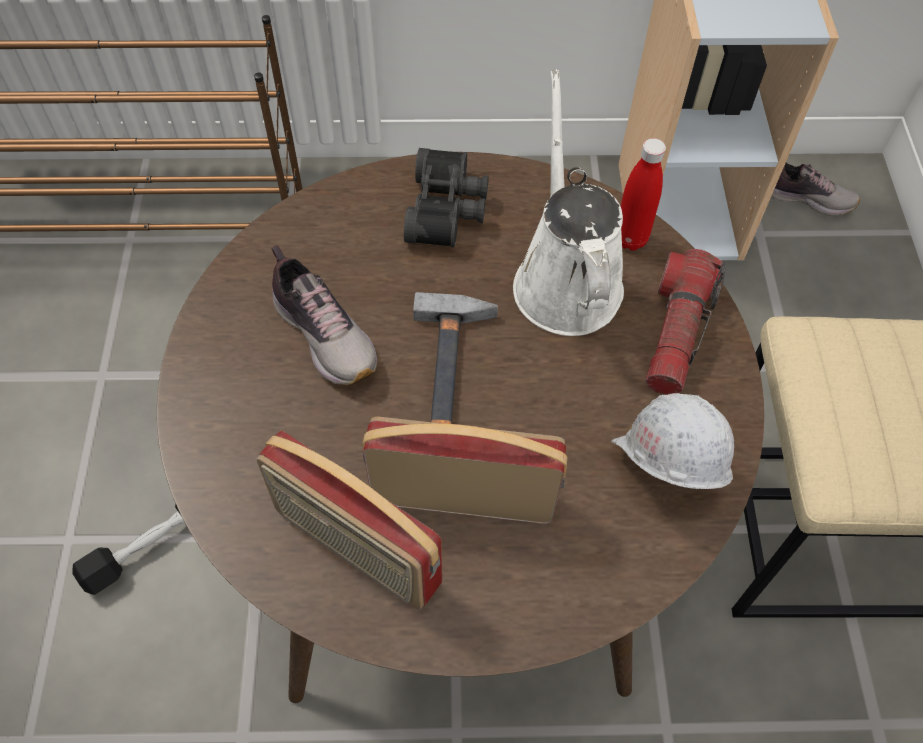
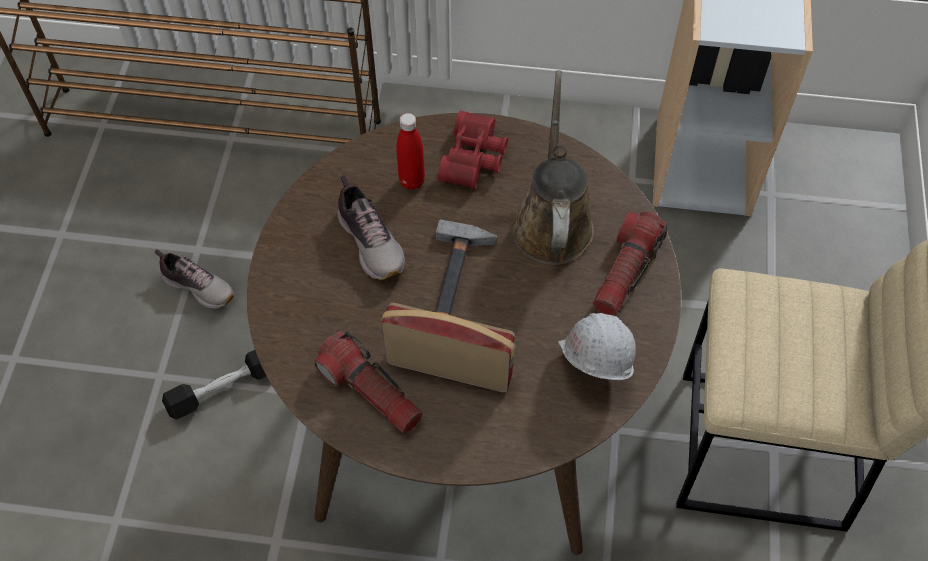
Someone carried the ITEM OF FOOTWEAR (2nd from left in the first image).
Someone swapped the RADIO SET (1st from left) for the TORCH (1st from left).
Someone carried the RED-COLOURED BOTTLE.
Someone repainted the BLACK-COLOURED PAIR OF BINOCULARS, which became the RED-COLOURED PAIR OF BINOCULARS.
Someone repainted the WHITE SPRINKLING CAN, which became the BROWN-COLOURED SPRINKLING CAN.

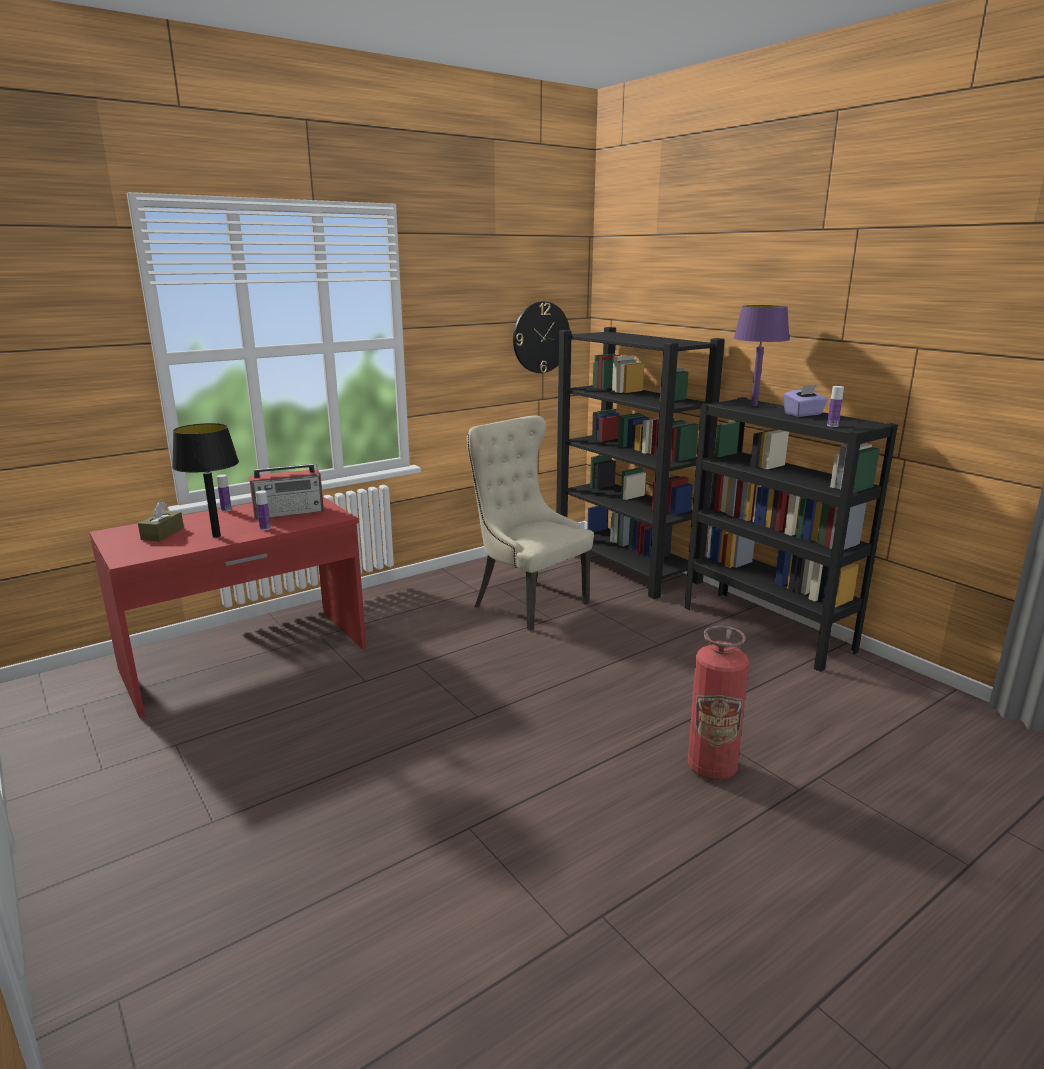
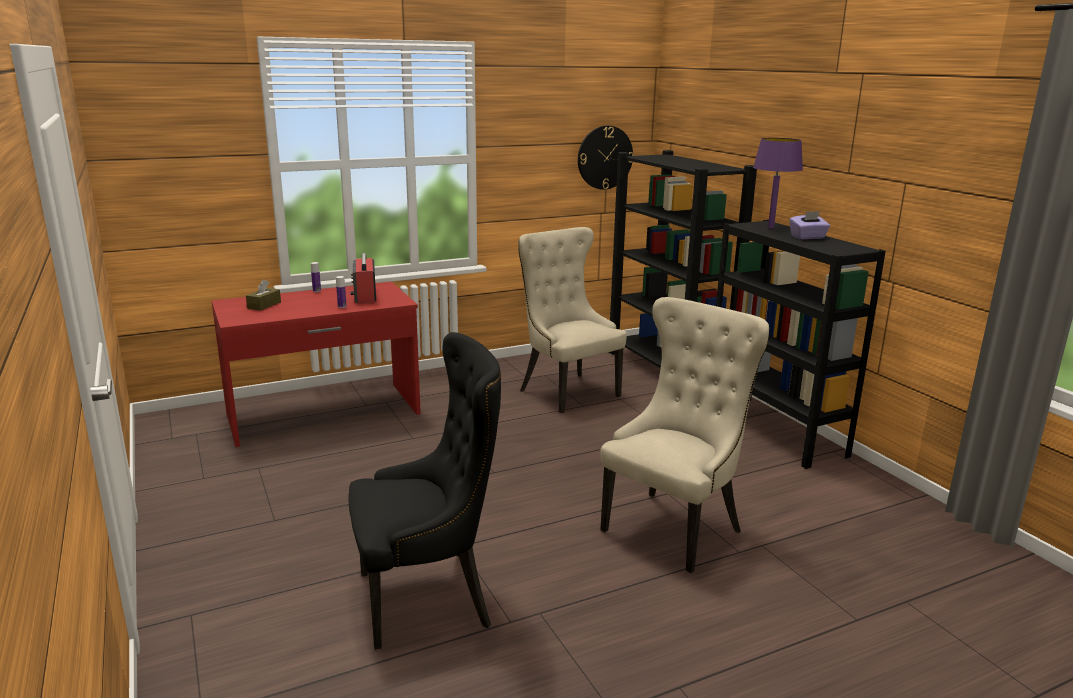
Someone put down the BLACK-COLOURED UPRIGHT CHAIR.
Someone rotated the RADIO SET by 90 degrees clockwise.
Someone swapped the FIRE-FIGHTING CYLINDER for the BEIGE-COLOURED UPRIGHT CHAIR (2nd from left).
Someone took away the BLACK-COLOURED TABLETOP LAMP.
Someone took away the BOTTLE (3rd from left).

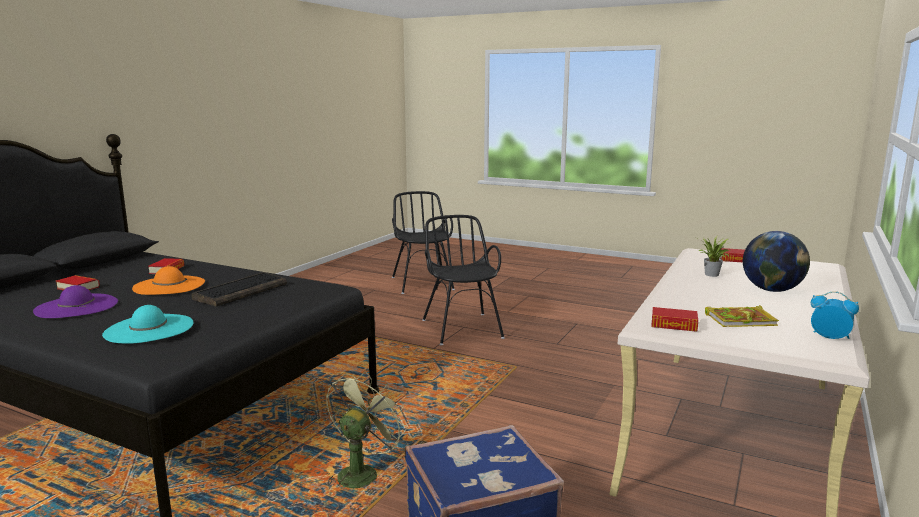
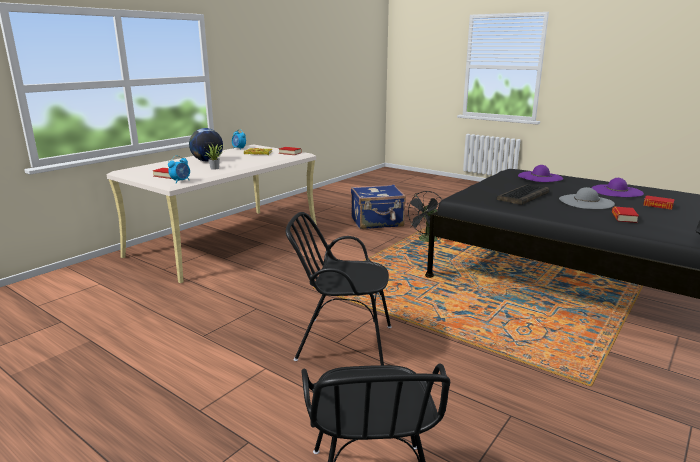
Someone put down the BEDSIDE CLOCK (1st from left).
Someone rotated the BLACK-COLOURED UPRIGHT CHAIR (2nd from left in the first image) by 105 degrees clockwise.
Someone repainted the GREEN-COLOURED COOLING FAN, which became the BLACK-COLOURED COOLING FAN.
Someone repainted the BLUE-GREEN WEARABLE HAT, which became the PURPLISH WEARABLE HAT (1st from left).
Someone repainted the ORANGE-COLOURED WEARABLE HAT, which became the GREYISH WEARABLE HAT.

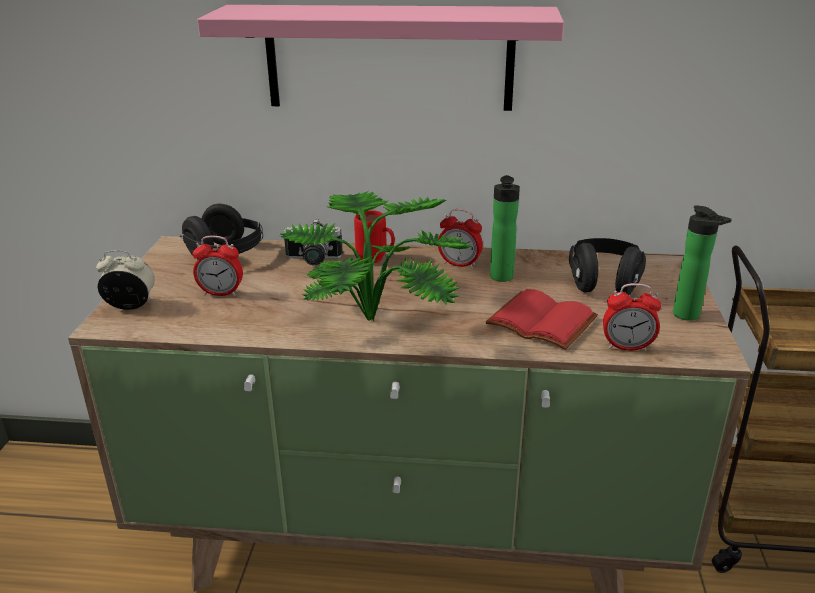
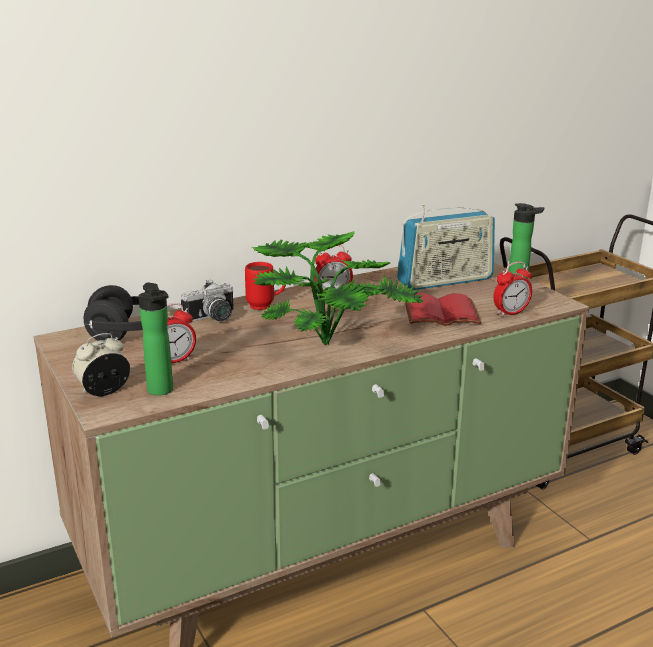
Someone carried the BOTTLE (1st from left).
Someone swapped the BLACK-COLOURED PAIR OF HEADPHONES (2nd from left) for the RADIO SET.
Someone took away the PINK-COLOURED SHELF.

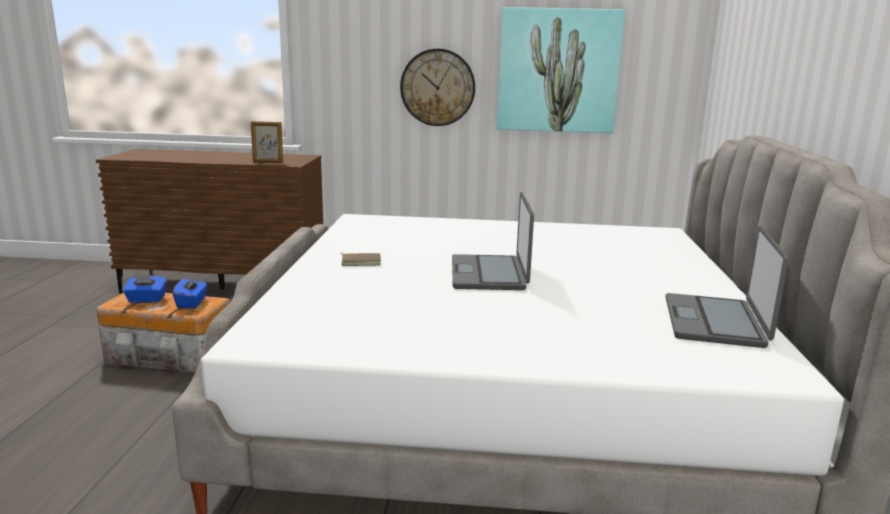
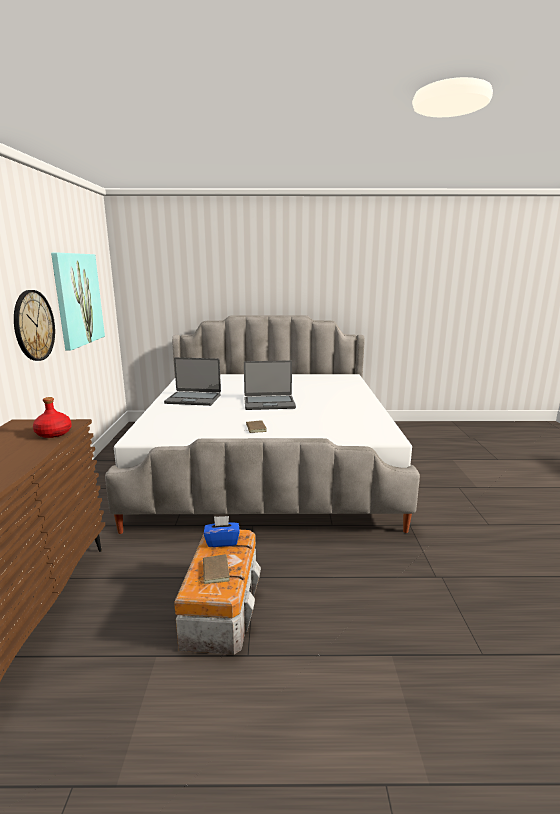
Someone swapped the PICTURE FRAME for the RED-COLOURED BOTTLE.
Someone carried the PORTABLE COMPUTER (2nd from left in the first image).
Someone swapped the BLUE-COLOURED BOX OF TISSUES (1st from left) for the BROWN-COLOURED VOLUME (1st from left).

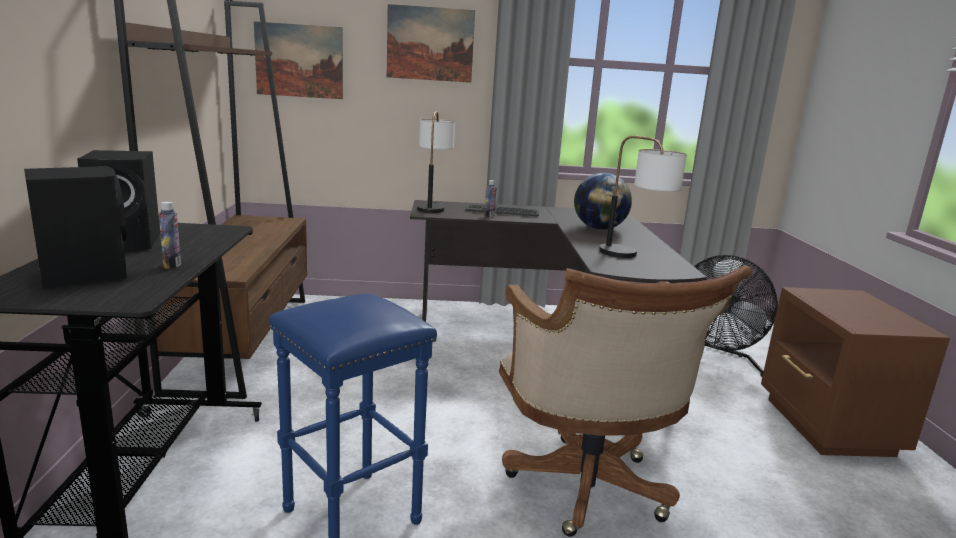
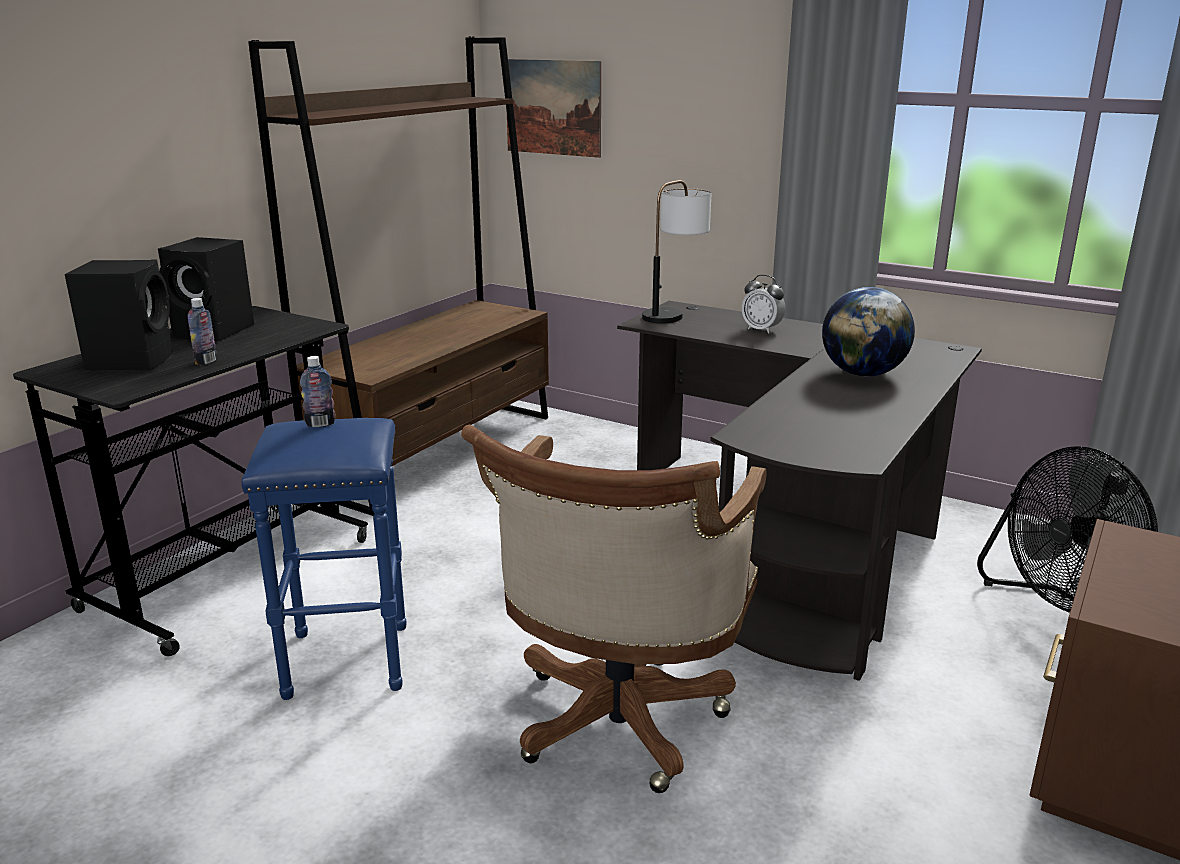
Someone carried the BOTTLE (2nd from left).
Someone swapped the PC KEYBOARD for the BEDSIDE CLOCK.
Someone took away the WALL ART (2nd from left).
Someone took away the TABLETOP LAMP (2nd from left).

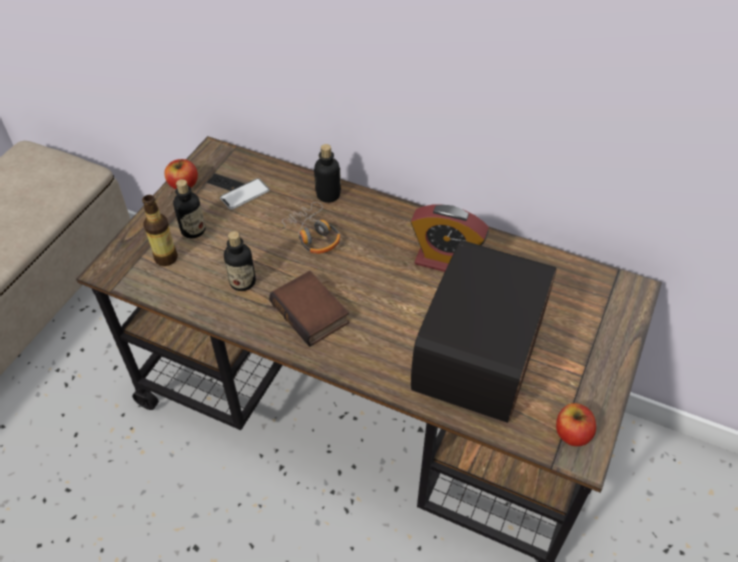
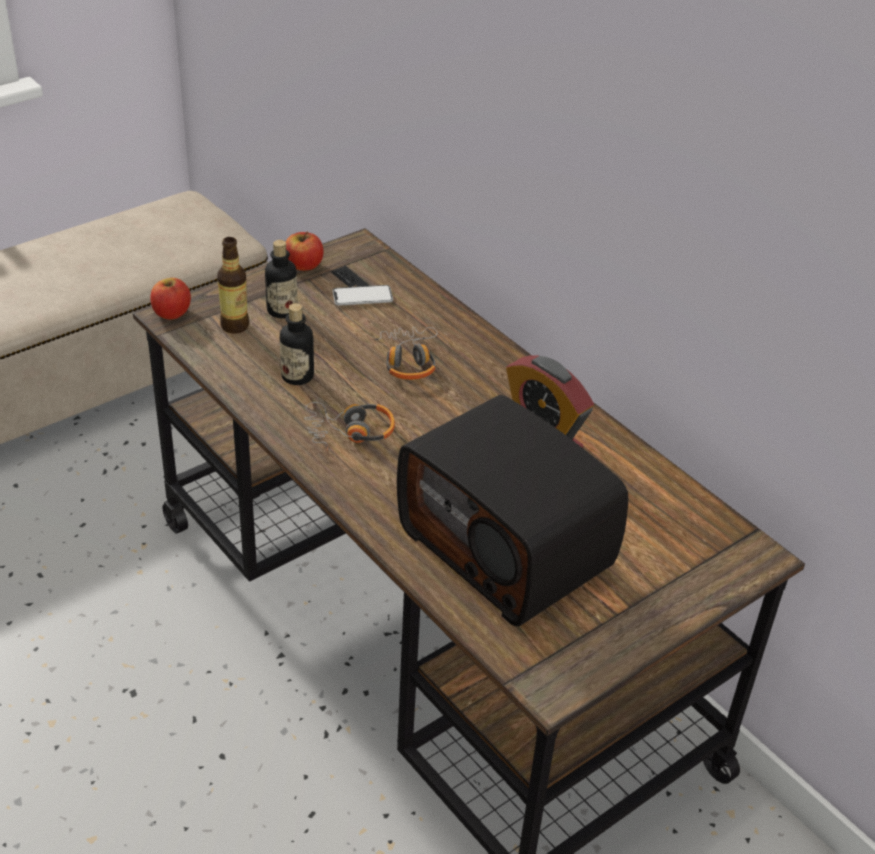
Someone carried the APPLE (2nd from left in the first image).
Someone swapped the VOLUME for the PAIR OF HEADPHONES (1st from left).
Someone rotated the RADIO SET by 90 degrees counterclockwise.
Someone took away the BOTTLE (4th from left).

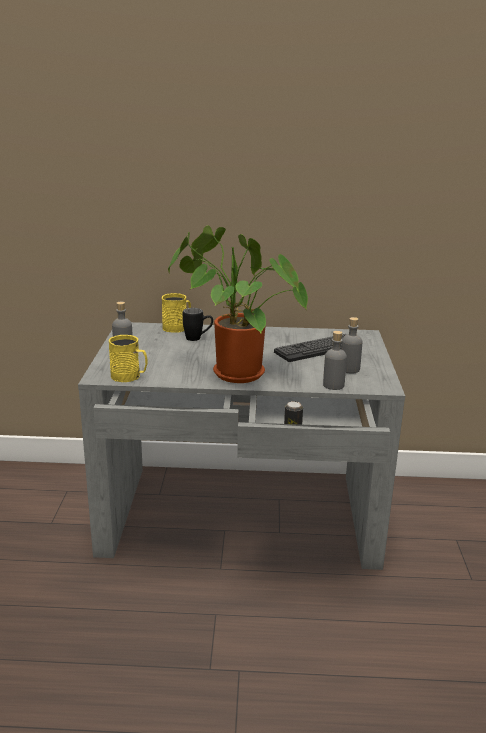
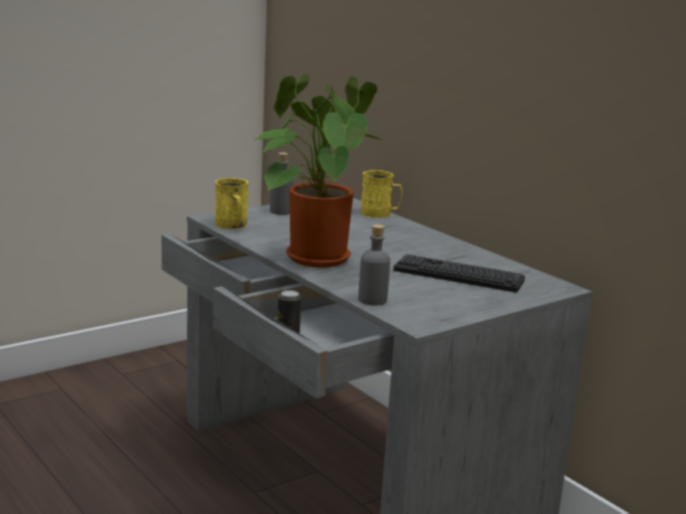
Someone took away the BLACK-COLOURED MUG.
Someone took away the GREYISH BOTTLE (3rd from left).

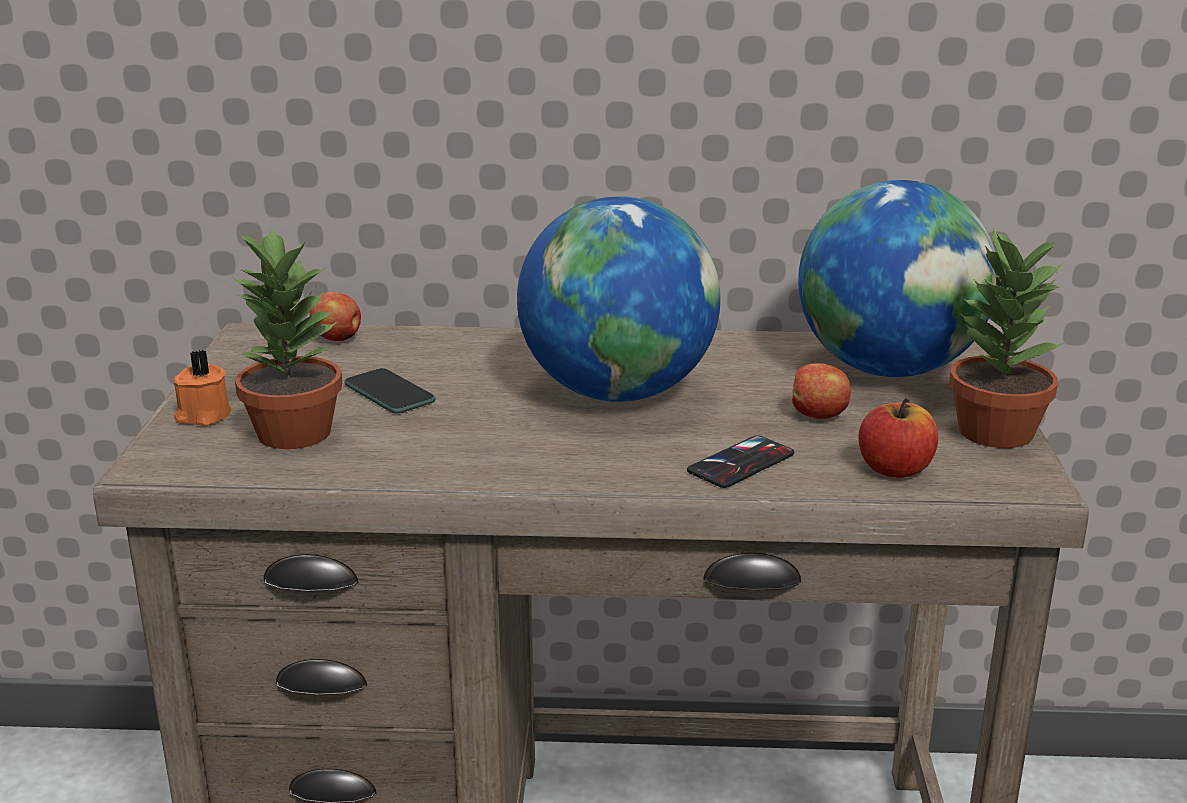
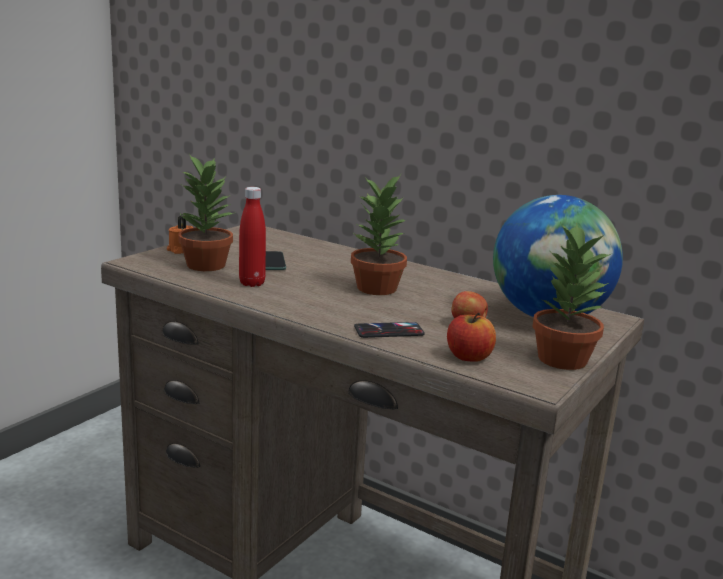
Someone put down the RED-COLOURED BOTTLE.
Someone swapped the GLOBE (1st from left) for the POTTED PLANT (2nd from left).
Someone took away the APPLE (1st from left).

